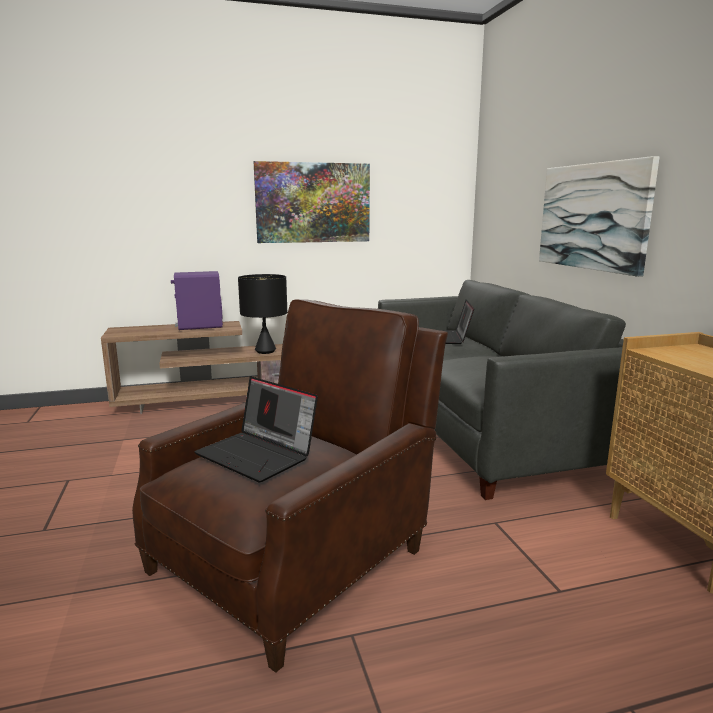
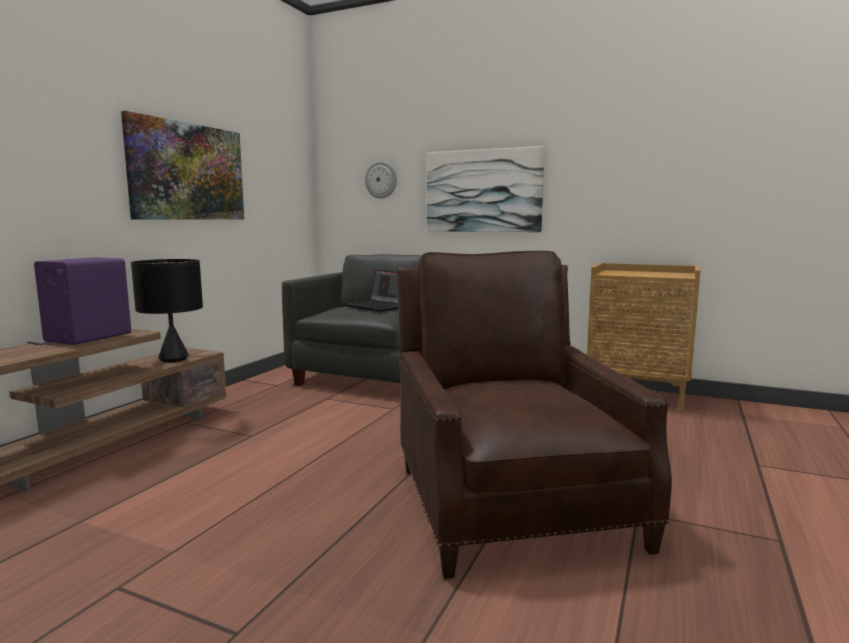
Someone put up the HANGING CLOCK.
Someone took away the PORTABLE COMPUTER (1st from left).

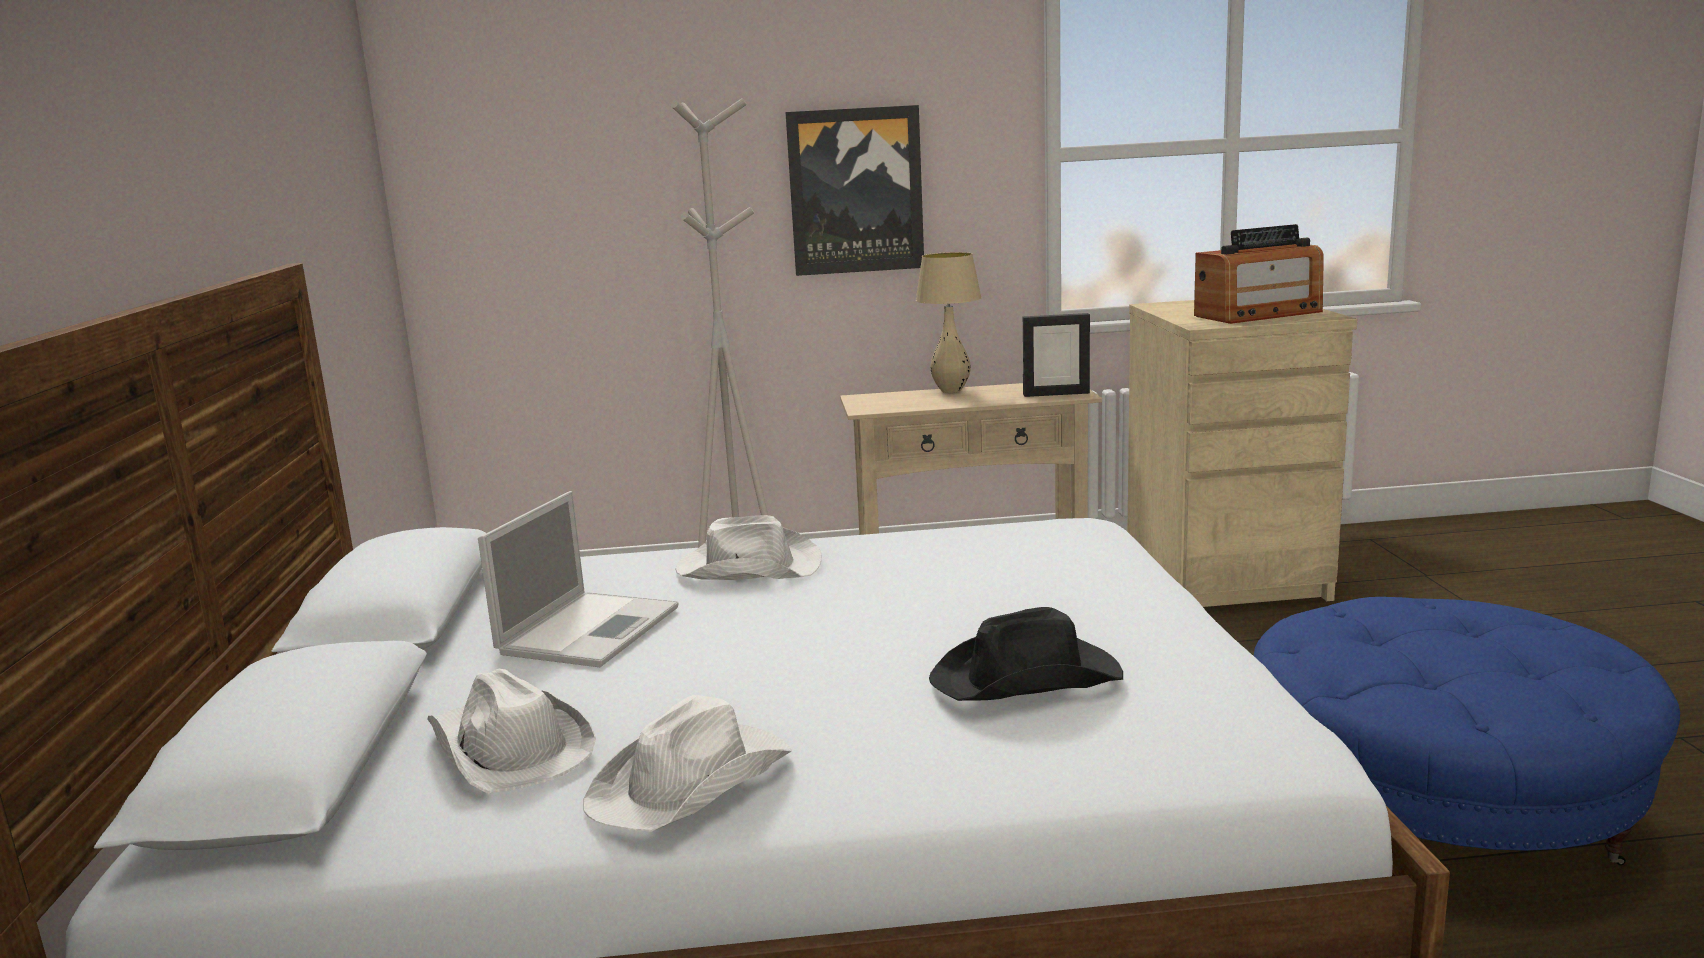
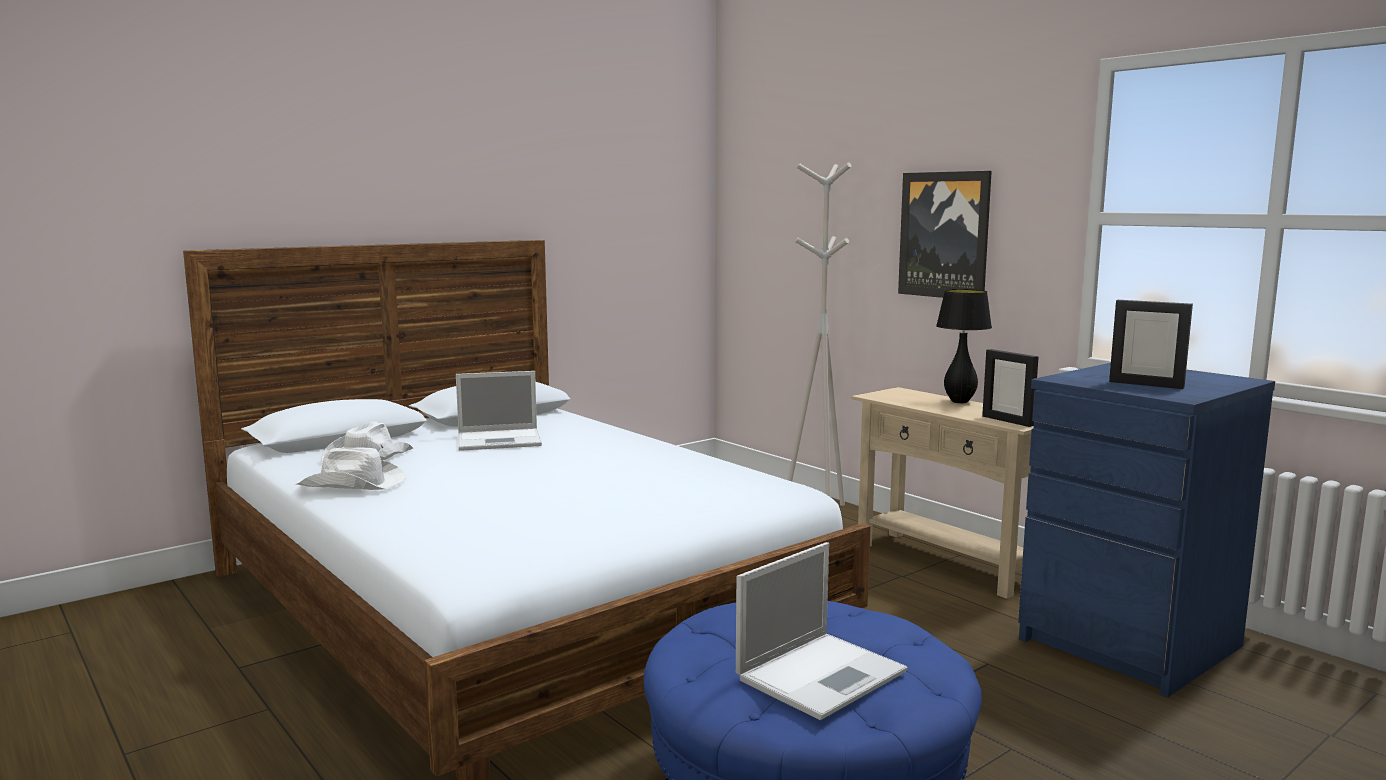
Someone put down the PORTABLE COMPUTER (2nd from left).
Someone repainted the BEIGE-COLOURED TABLETOP LAMP, which became the BLACK-COLOURED TABLETOP LAMP.
Someone repainted the BEIGE-COLOURED DRAWER CHEST, which became the BLUE-COLOURED DRAWER CHEST.
Someone swapped the RADIO SET for the PICTURE FRAME (2nd from left).
Someone took away the WHITE WEARABLE HAT (3rd from left).
Someone took away the BLACK-COLOURED WEARABLE HAT.

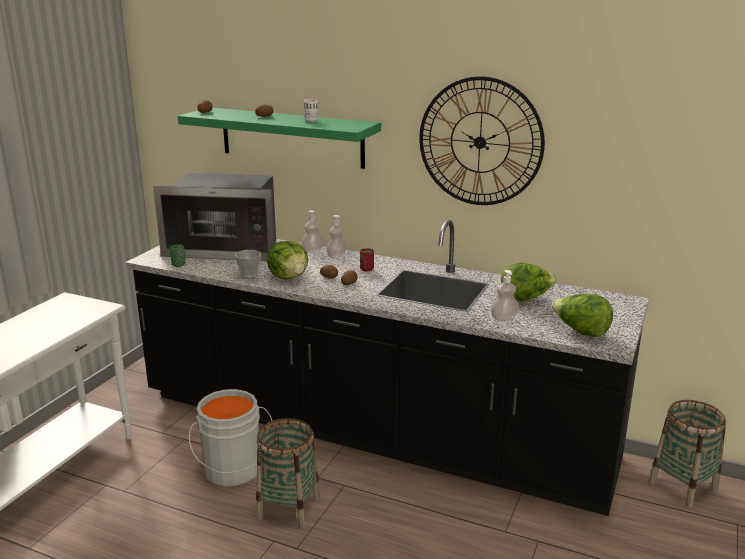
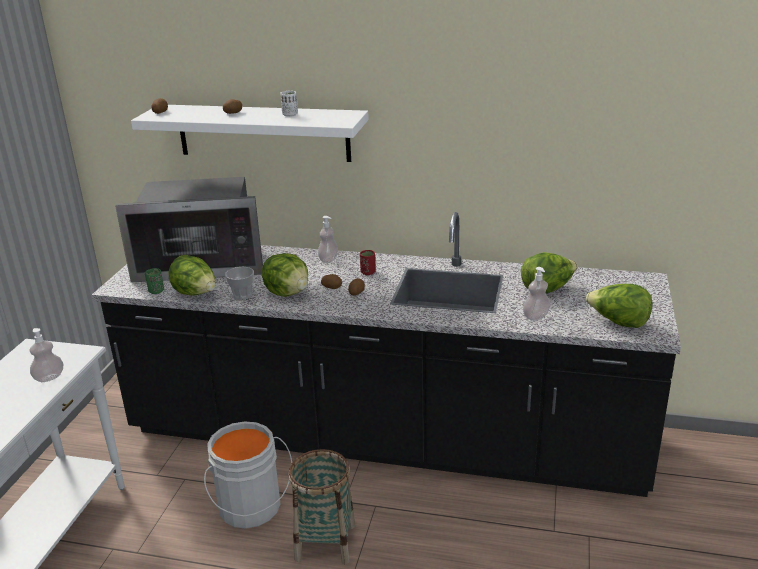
Someone carried the SOAP BOTTLE (1st from left).
Someone repainted the GREEN-COLOURED SHELF, which became the WHITE SHELF.
Someone put down the HEAD OF LETTUCE (1st from left).
Someone took away the HANGING CLOCK.
Someone took away the BASKET (2nd from left).

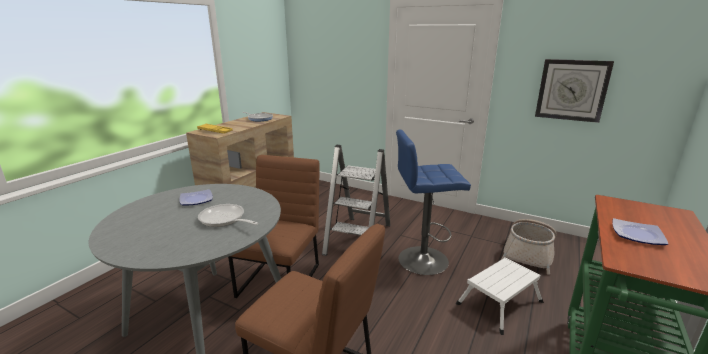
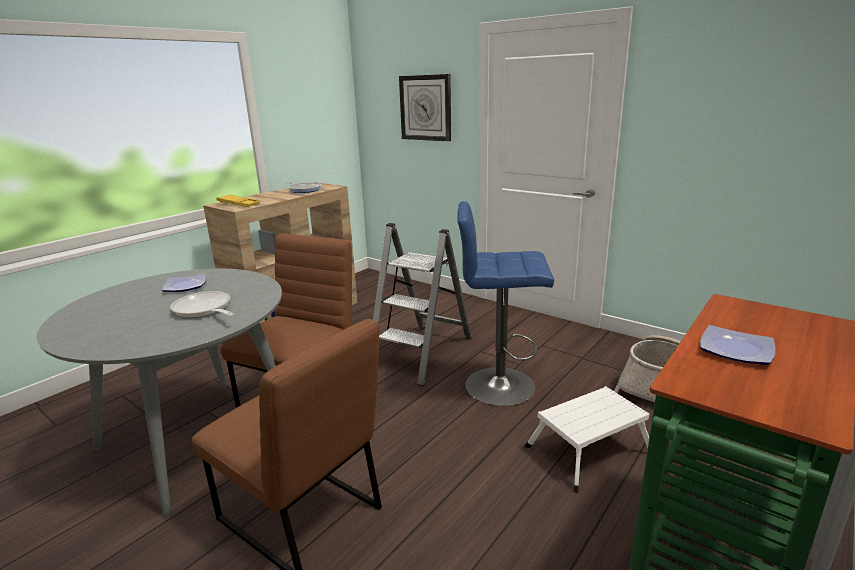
Someone carried the HANGING CLOCK.

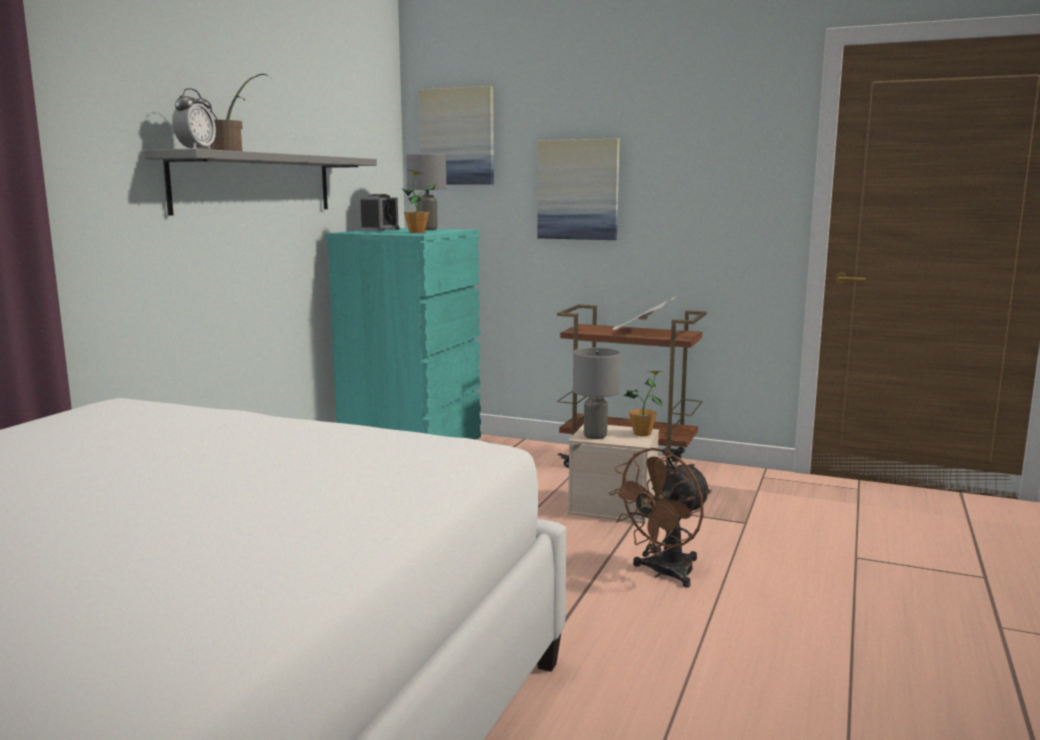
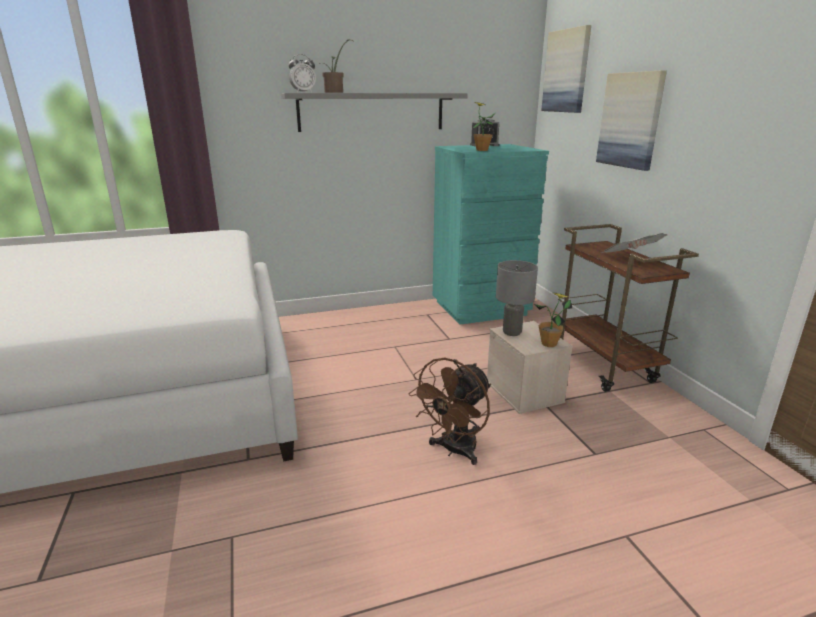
Someone rotated the BROWN-COLOURED COOLING FAN by 60 degrees counterclockwise.
Someone took away the GREYISH TABLETOP LAMP (1st from left).

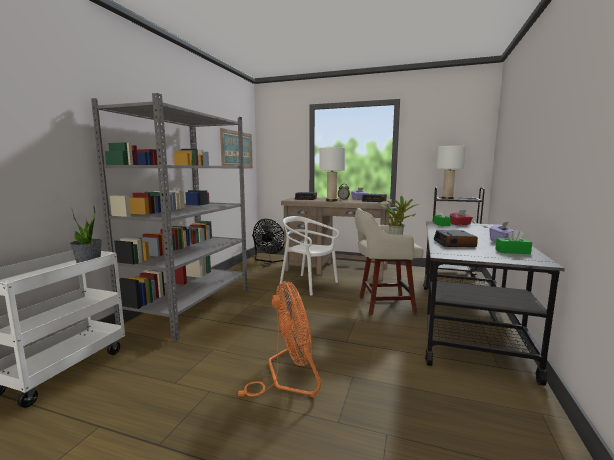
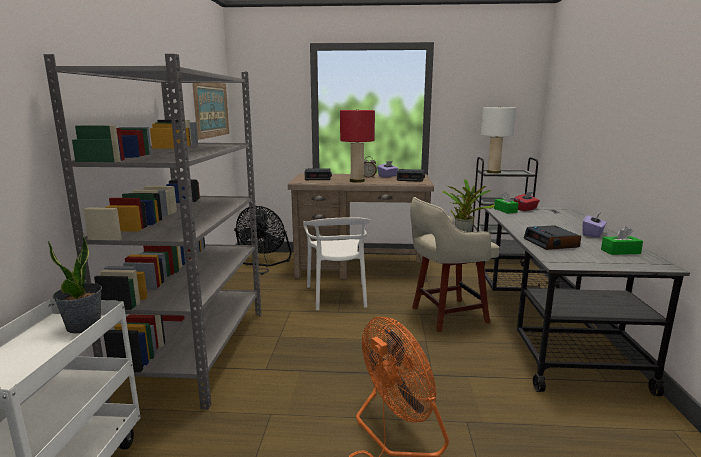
Someone rotated the WHITE UPRIGHT CHAIR by 120 degrees counterclockwise.
Someone repainted the WHITE TABLETOP LAMP (1st from left), which became the RED-COLOURED TABLETOP LAMP.

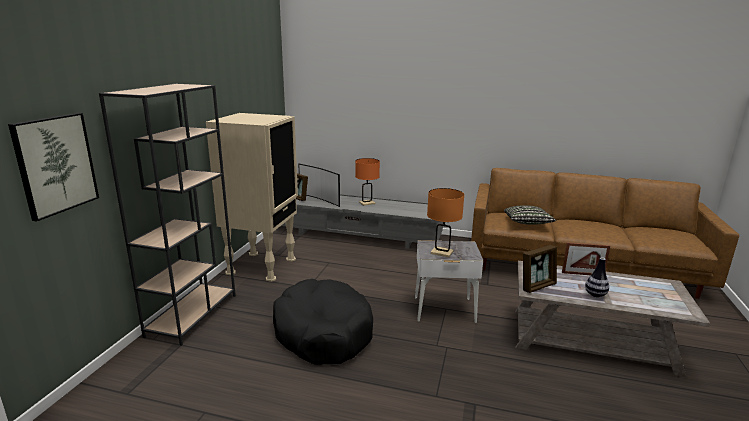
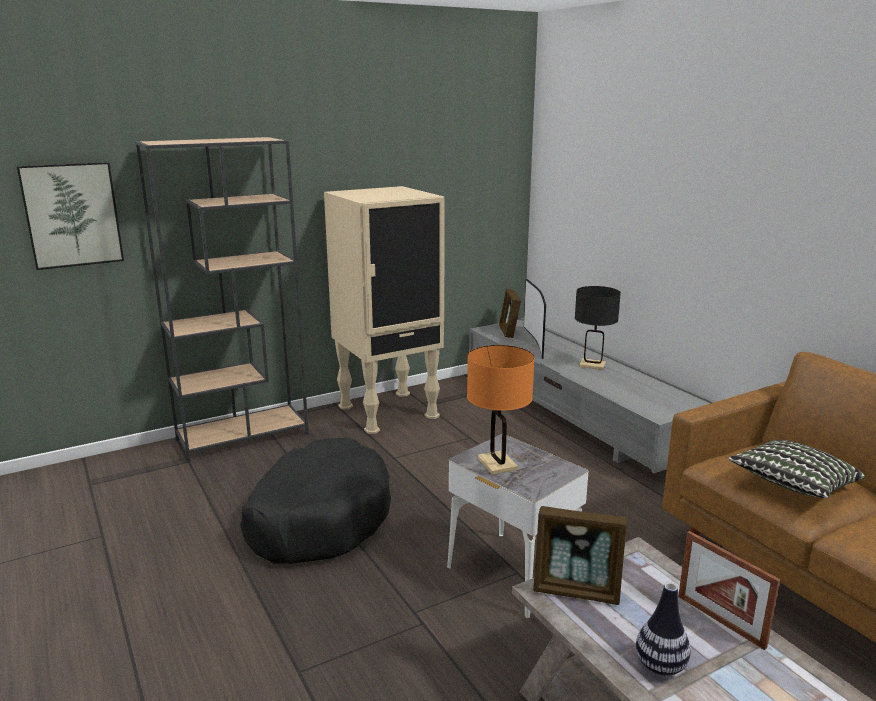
Someone repainted the ORANGE-COLOURED TABLETOP LAMP (1st from left), which became the BLACK-COLOURED TABLETOP LAMP.

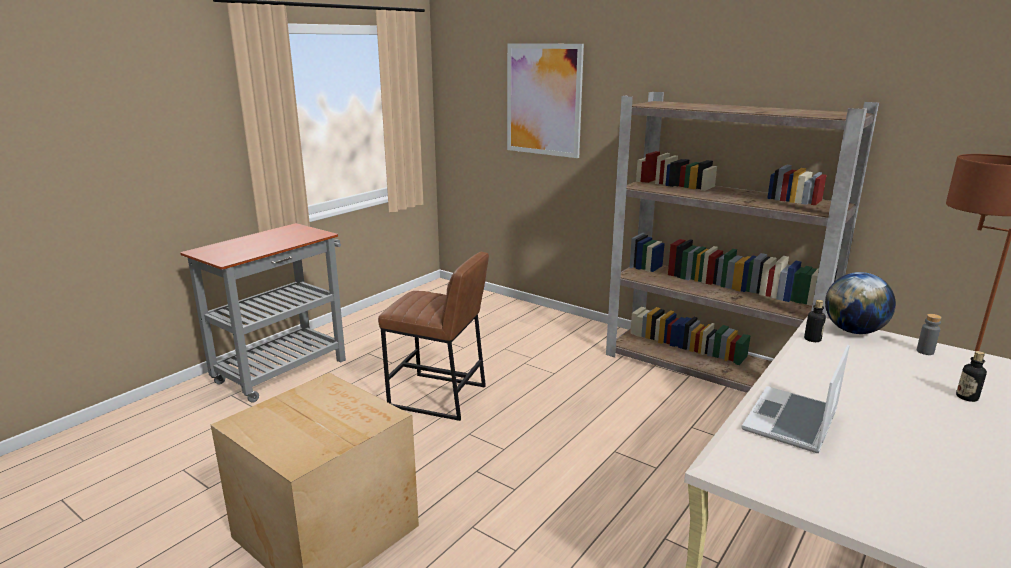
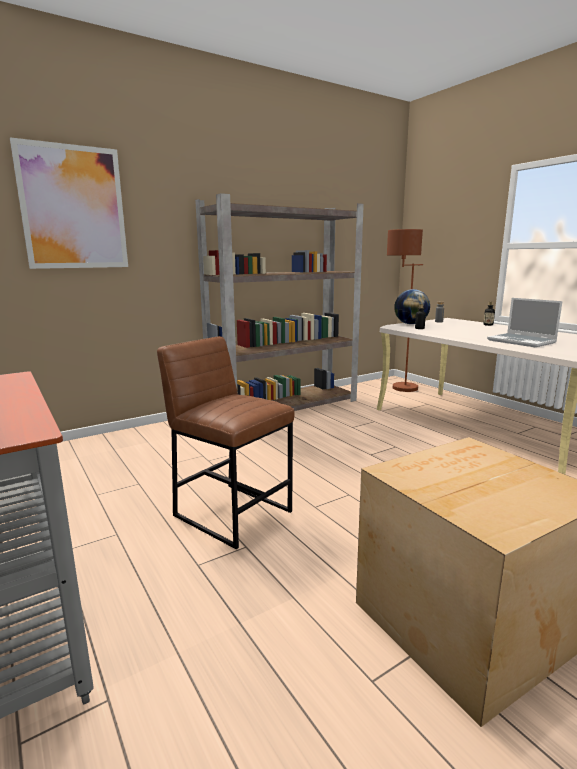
Someone rotated the BROWN-COLOURED UPRIGHT CHAIR by 90 degrees counterclockwise.

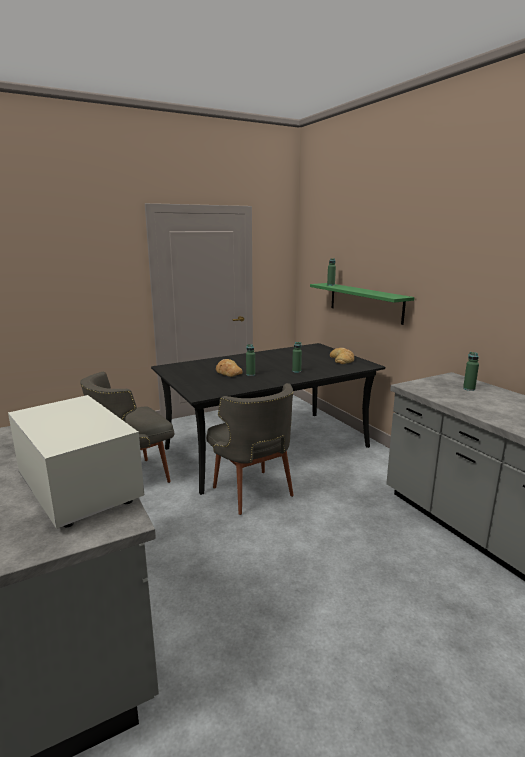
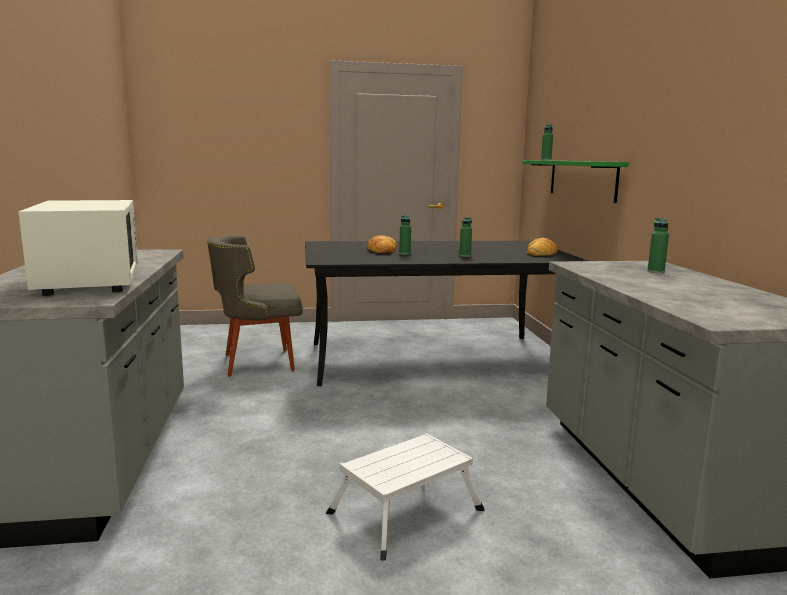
Someone put down the WHITE STEPLADDER.
Someone took away the GREYISH UPRIGHT CHAIR (2nd from left).

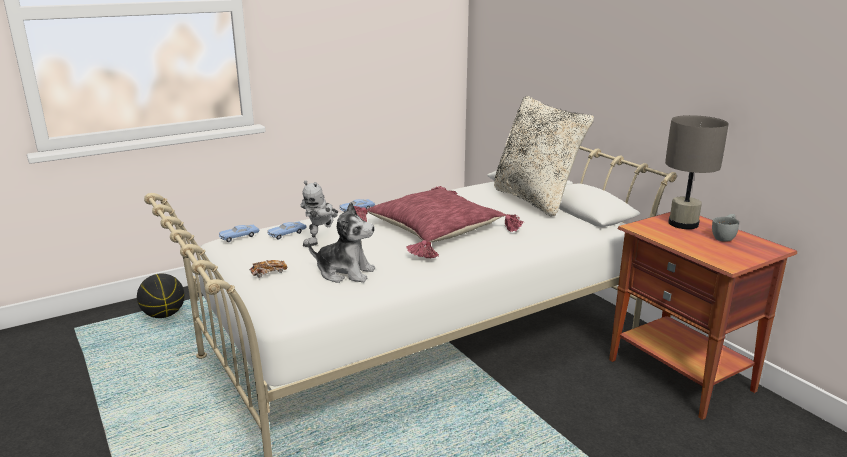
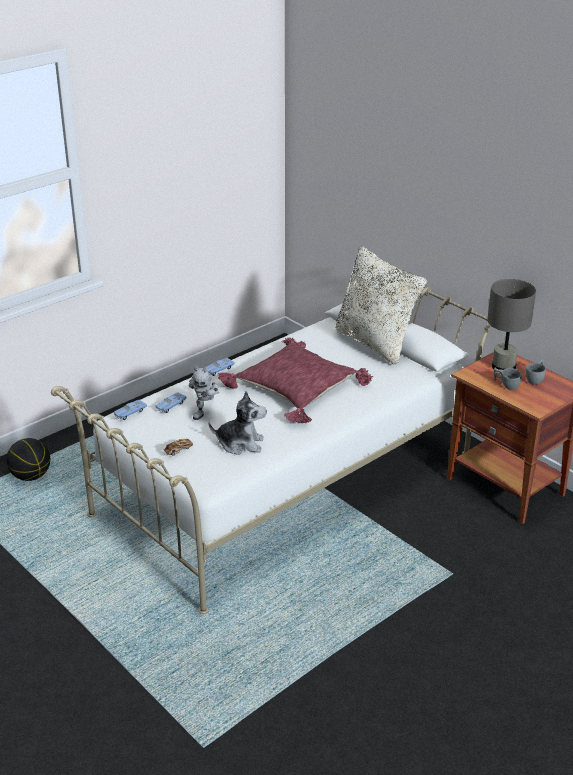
Someone put down the GREYISH SMALL CUP (1st from left).

